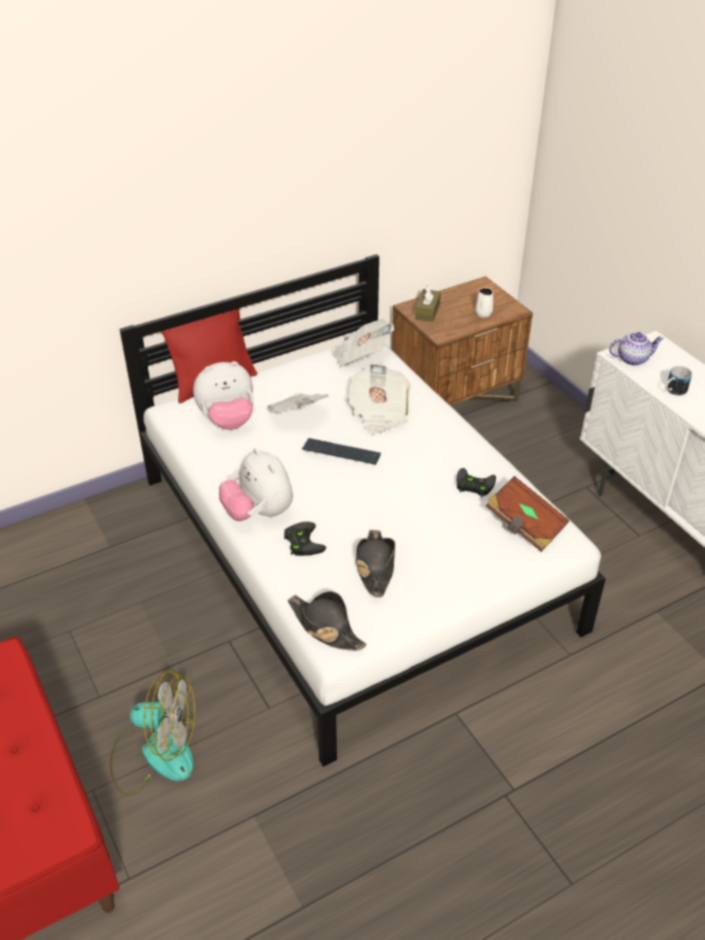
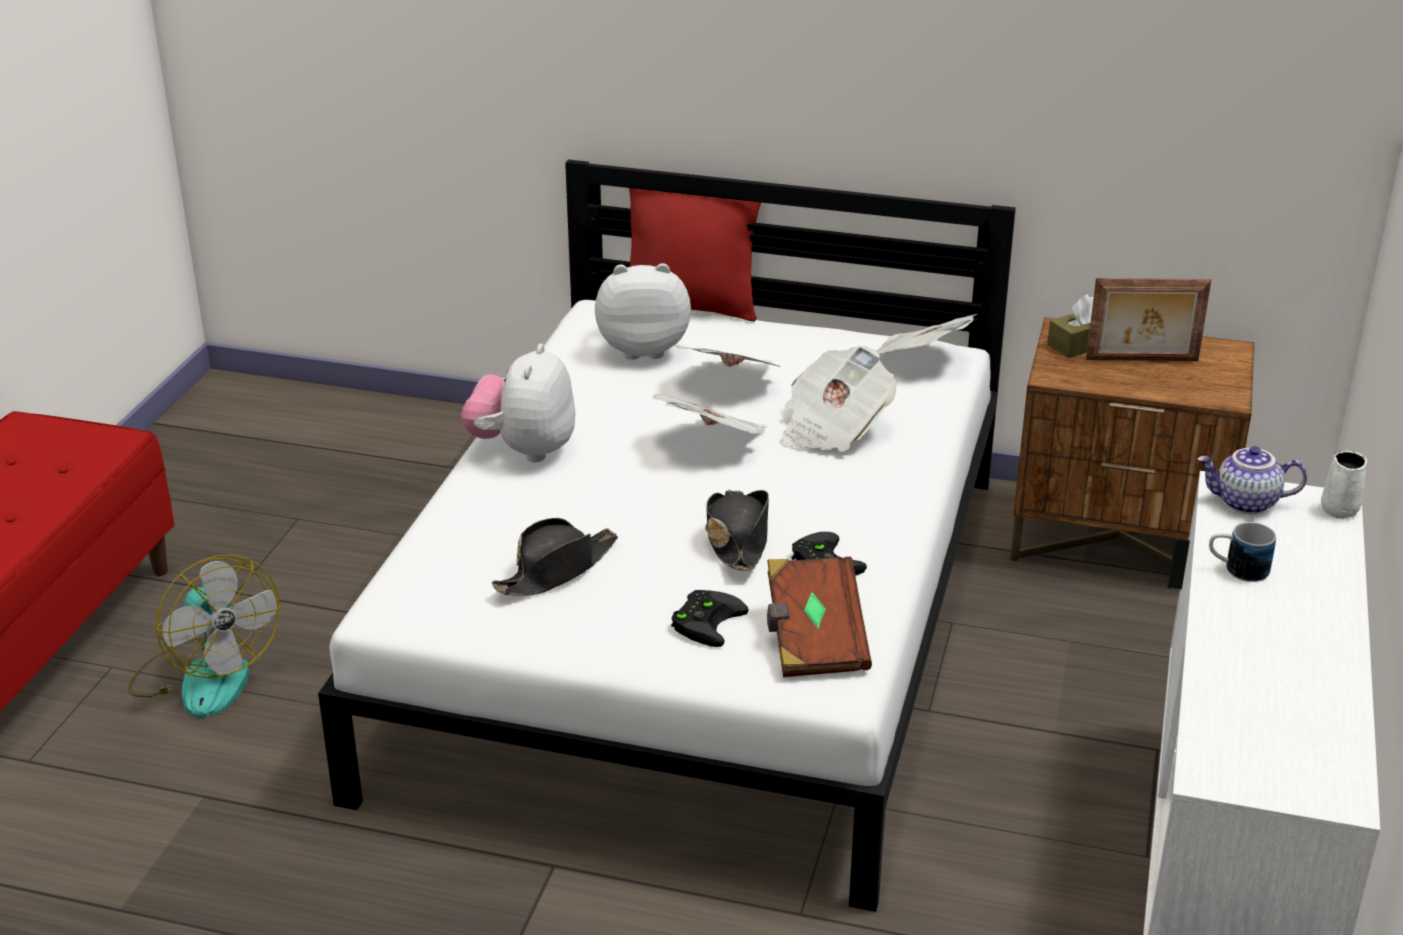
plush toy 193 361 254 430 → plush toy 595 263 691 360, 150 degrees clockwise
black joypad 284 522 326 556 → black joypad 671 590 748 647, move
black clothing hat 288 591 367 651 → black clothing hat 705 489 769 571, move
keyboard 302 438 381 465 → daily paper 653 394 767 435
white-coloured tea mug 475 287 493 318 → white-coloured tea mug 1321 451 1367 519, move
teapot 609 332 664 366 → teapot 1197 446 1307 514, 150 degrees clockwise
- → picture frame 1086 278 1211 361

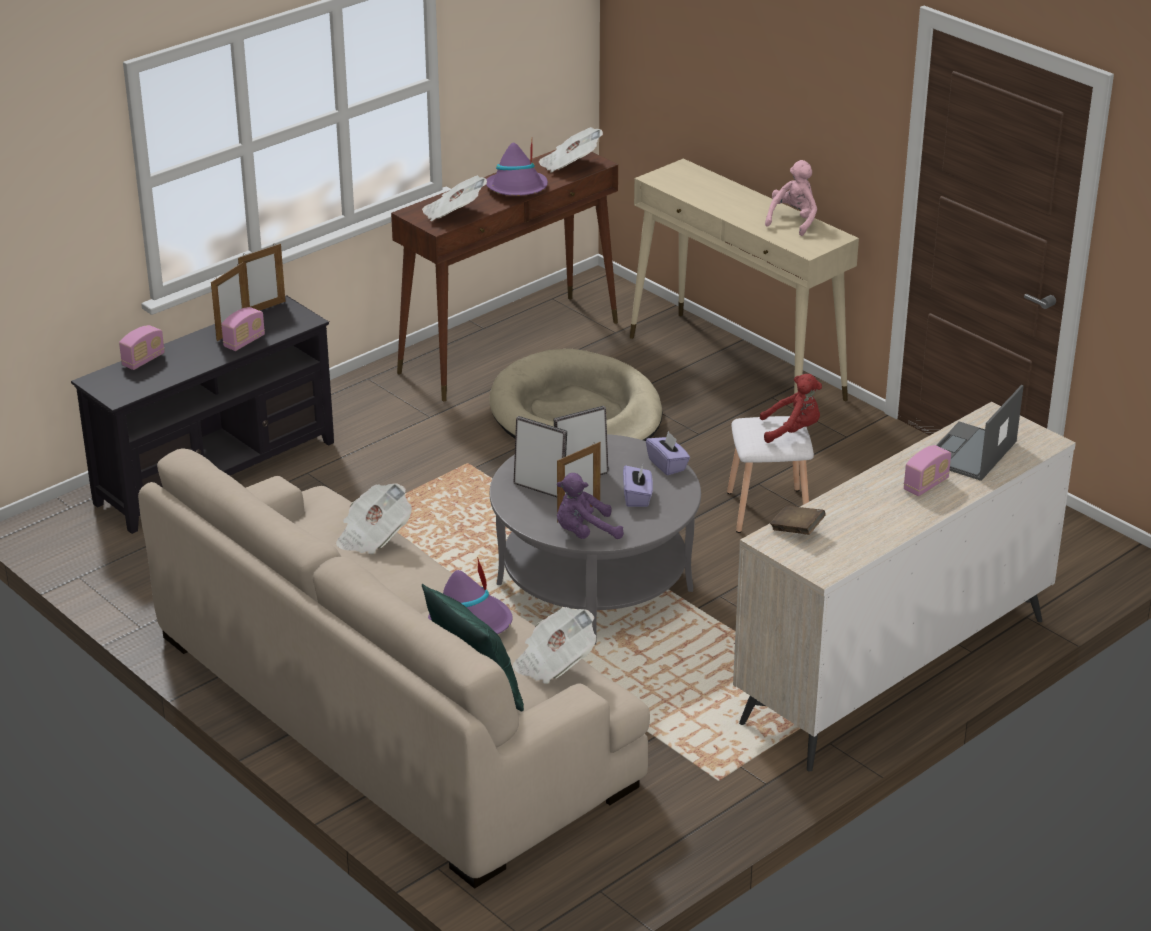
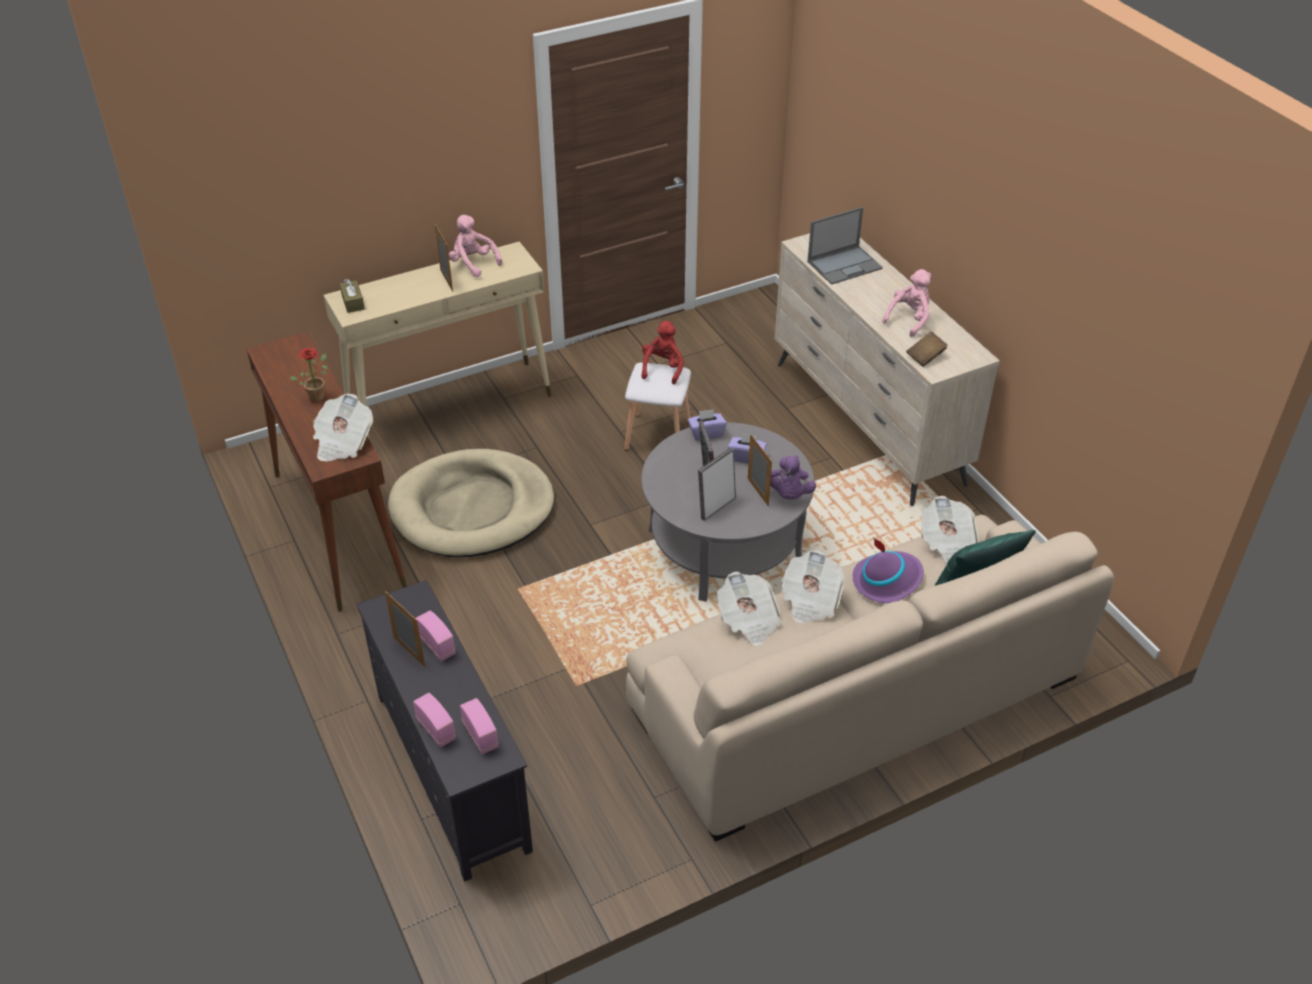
picture frame 238 243 286 311 → picture frame 435 224 453 292, move
purple clothing hat 486 141 548 196 → houseplant 290 348 328 402
daily paper 539 127 603 173 → daily paper 781 550 846 623, move
radio 904 445 951 496 → radio 460 698 498 755, move
laptop 937 385 1024 481 → laptop 807 207 883 285, 75 degrees counterclockwise
- → brownish tissue holder 340 279 365 313
- → pink plush toy 882 269 931 337

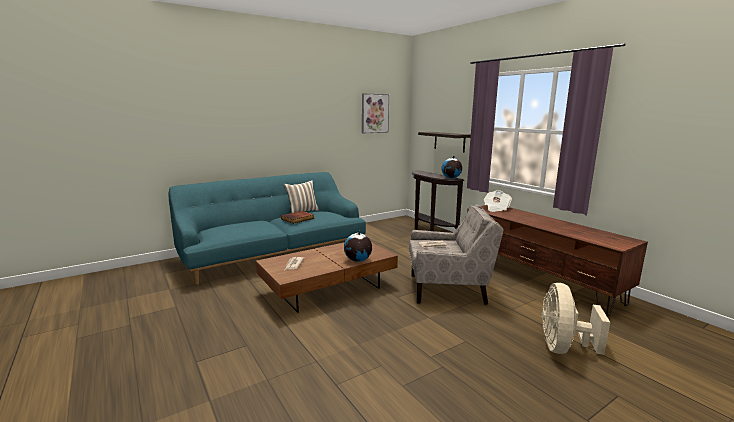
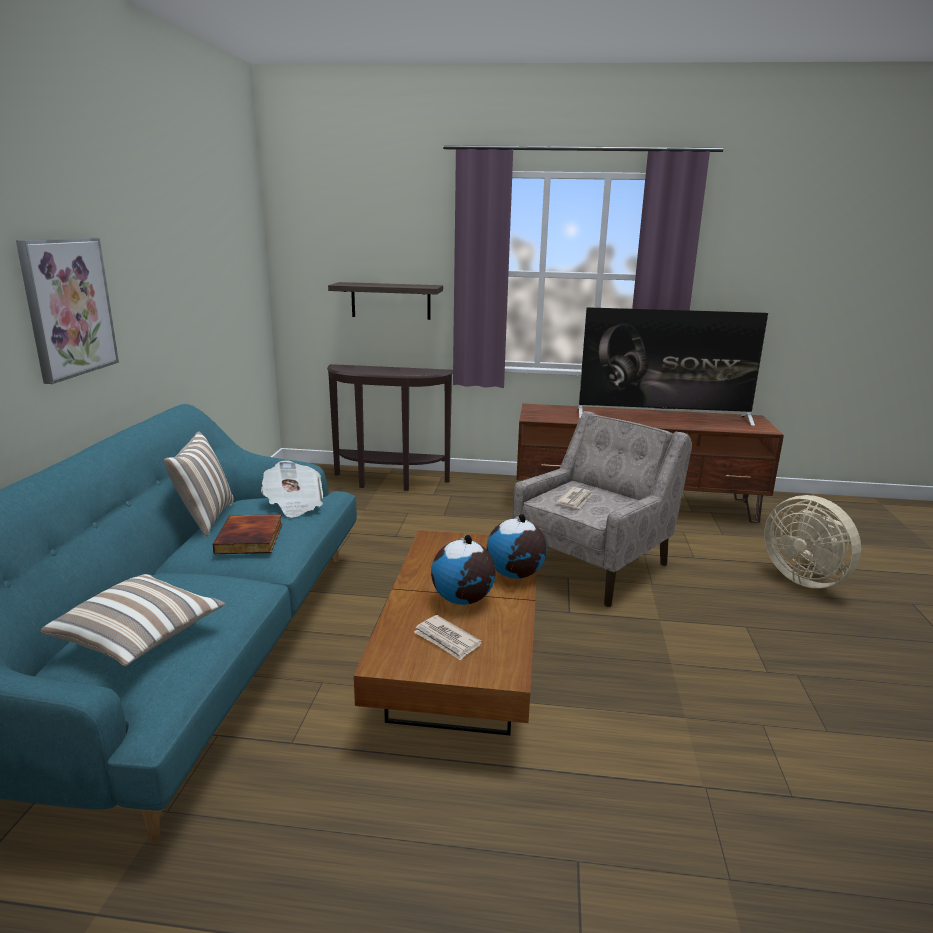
wall picture 362 93 389 133 → wall picture 16 238 119 384, move
world globe 441 155 462 178 → world globe 431 534 496 605, move
daily paper 483 190 512 212 → daily paper 261 461 323 518, move
- → throw pillow 40 574 225 666
- → TV 577 307 768 426

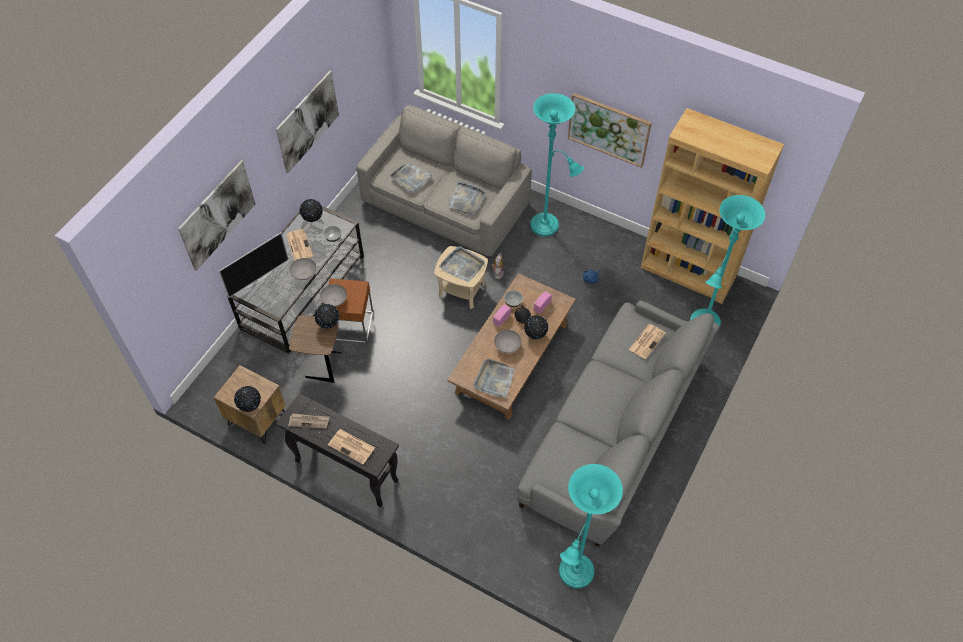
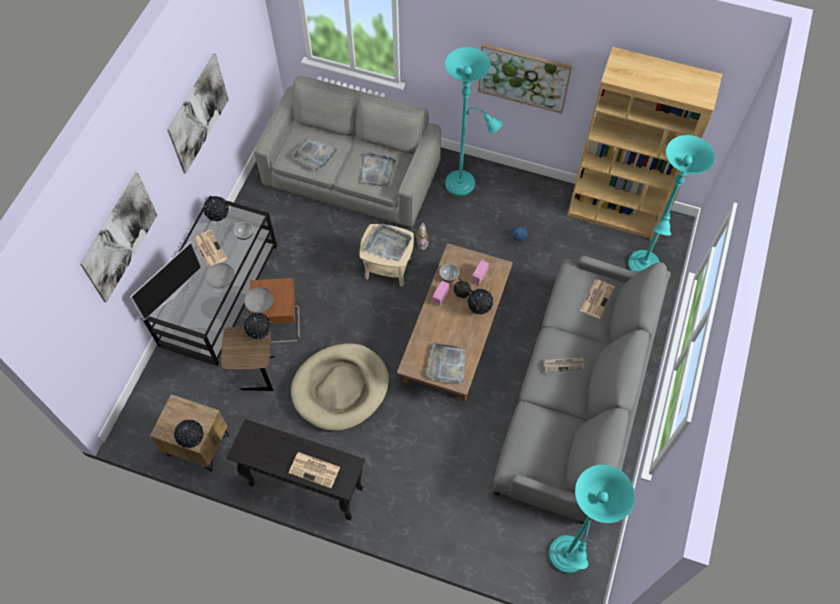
daily paper 288 413 329 429 → daily paper 544 357 584 373, move
gray bowl 494 330 521 353 → -
- → sand-coloured dog cushion 291 343 389 431

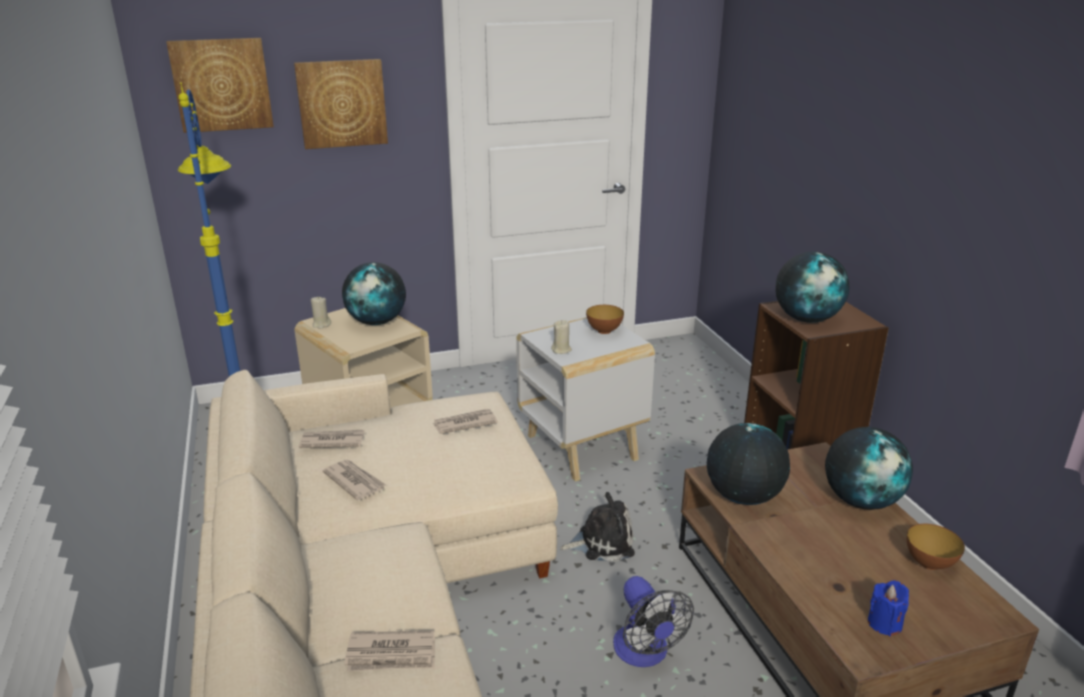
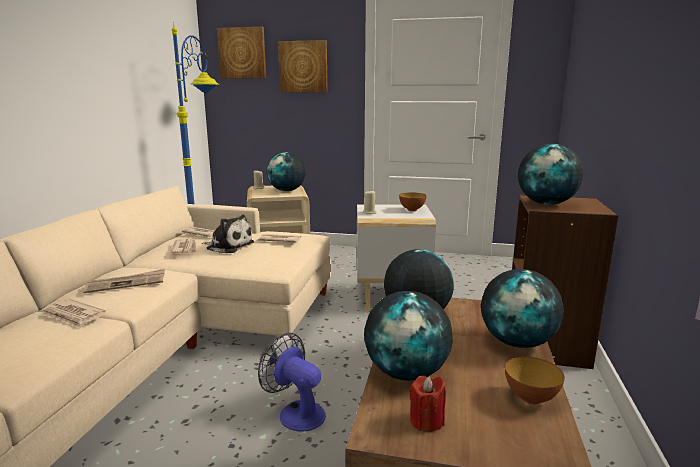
plush toy 560 492 635 562 → plush toy 201 215 254 253, move
electric fan 613 576 694 667 → electric fan 258 333 326 431, 120 degrees clockwise
blue-coloured wax light 868 581 909 637 → reddish wax light 409 376 446 432
- → daily paper 83 269 165 293
- → world globe 364 291 452 381

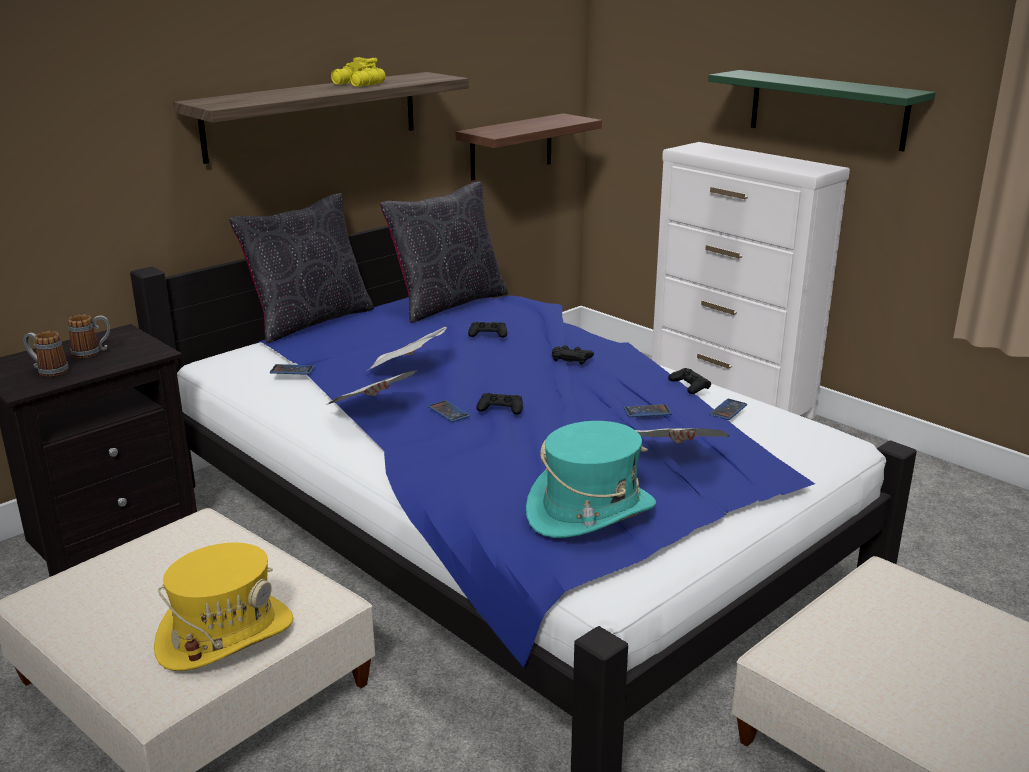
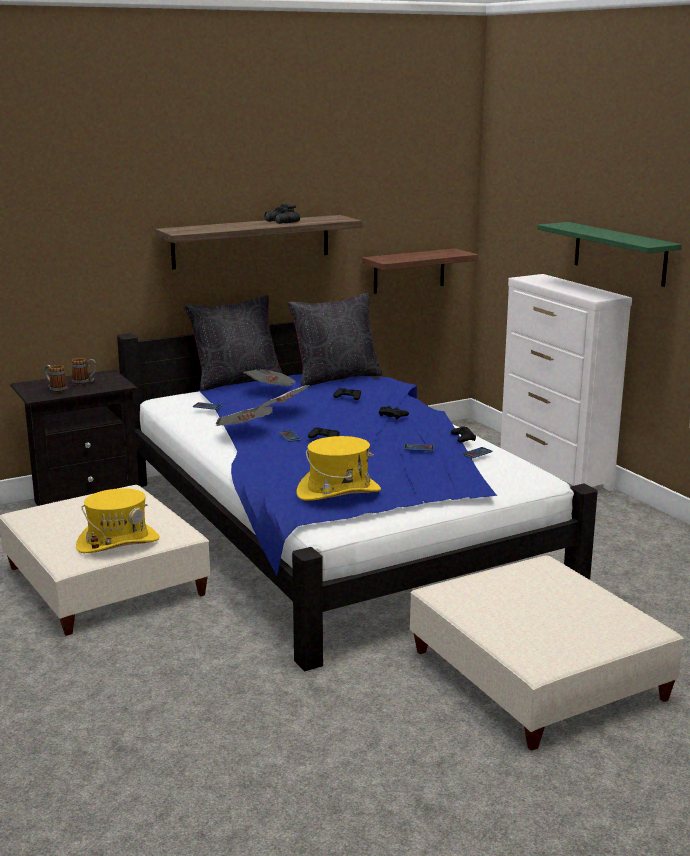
yellowish pair of binoculars 331 57 386 87 → black pair of binoculars 265 204 300 224
turquoise-coloured clothing hat 526 421 656 538 → yellowish clothing hat 296 436 381 501
daily paper 635 428 730 444 → daily paper 243 370 296 386, move

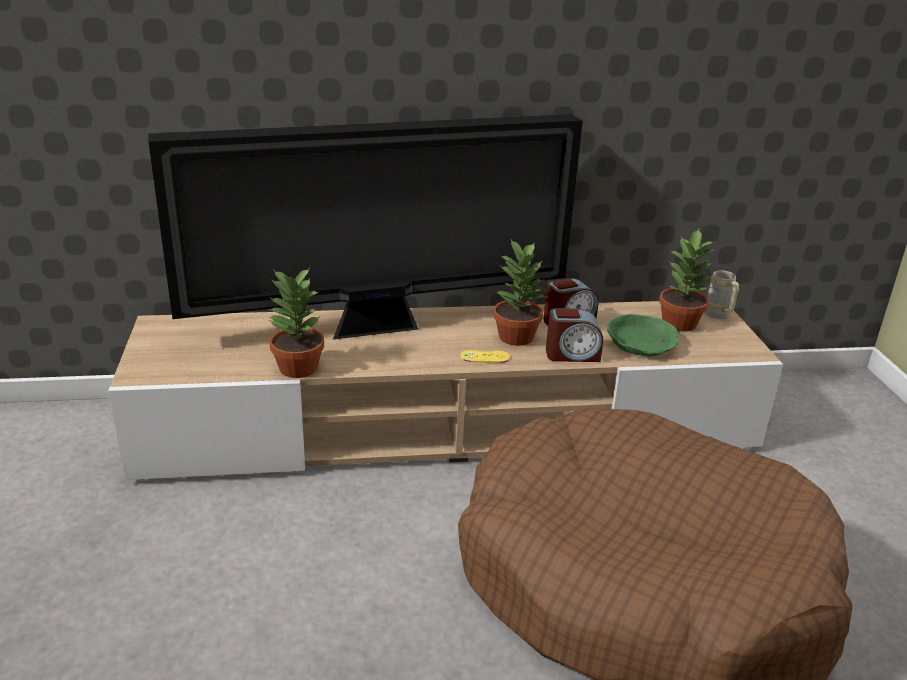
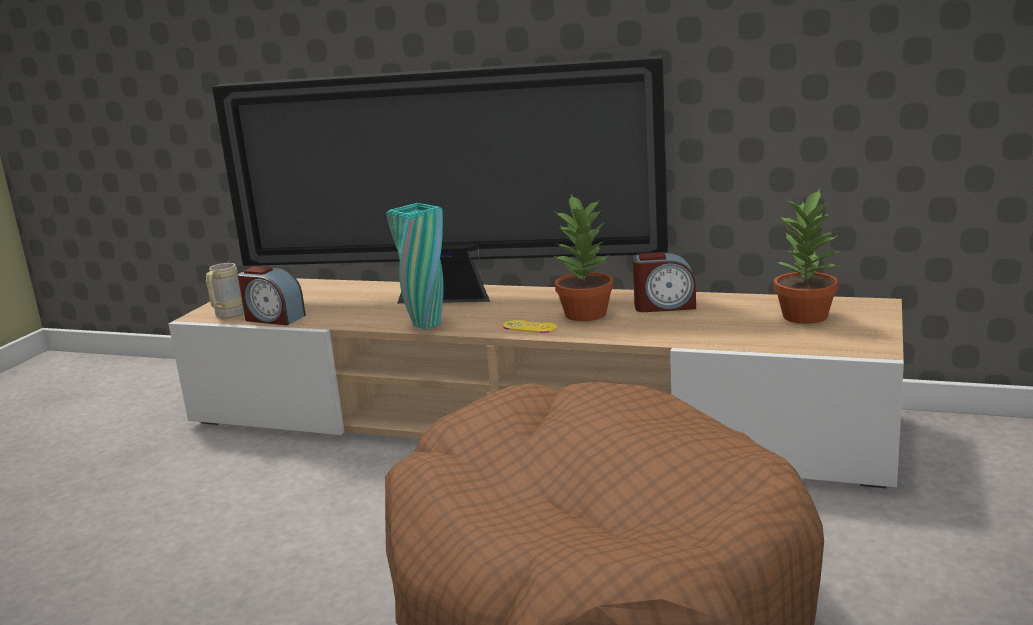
houseplant 267 268 324 378 → -
bedside clock 546 308 603 362 → bedside clock 238 266 306 325, move
greenish bowl 606 314 679 356 → -
sand-coloured tea mug 704 270 739 319 → sand-coloured tea mug 206 263 244 318, move
- → turquoise-coloured flower vase 386 203 443 330

